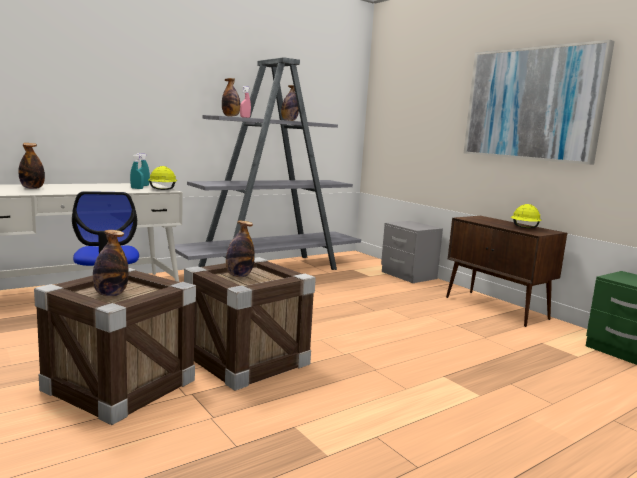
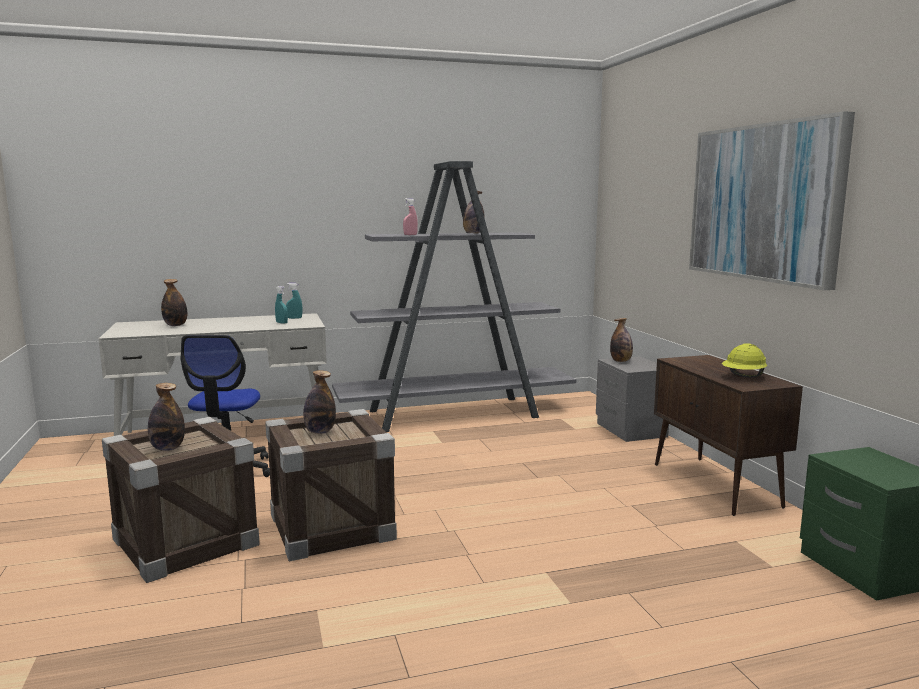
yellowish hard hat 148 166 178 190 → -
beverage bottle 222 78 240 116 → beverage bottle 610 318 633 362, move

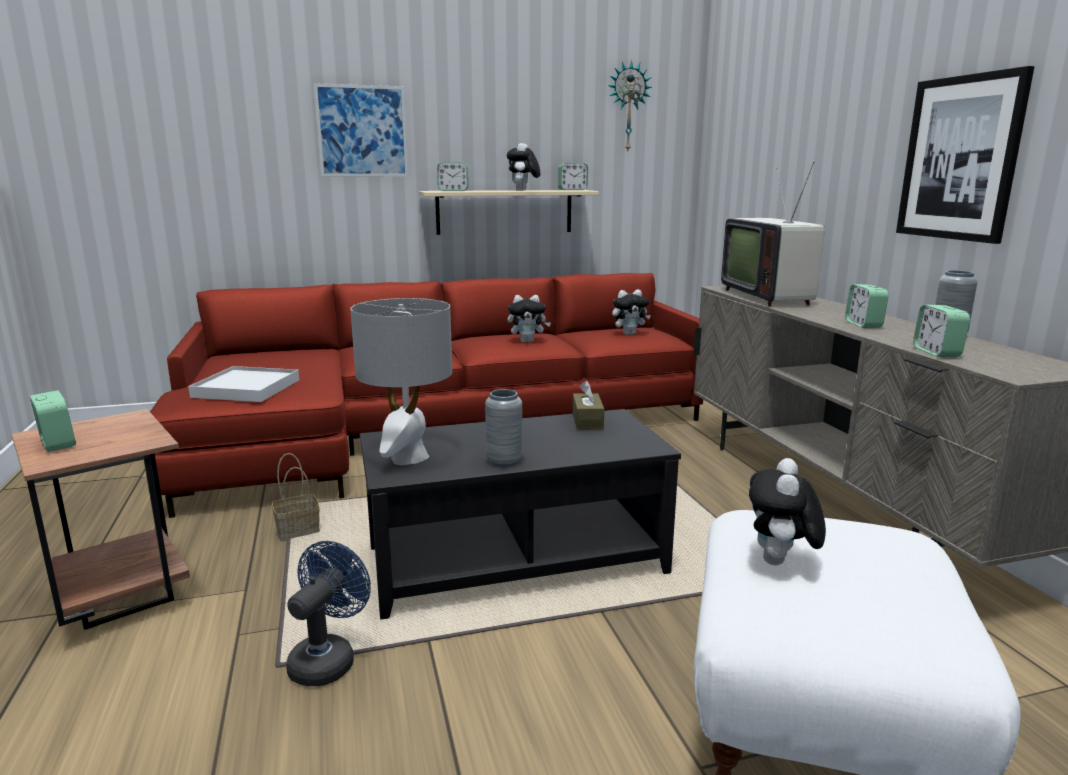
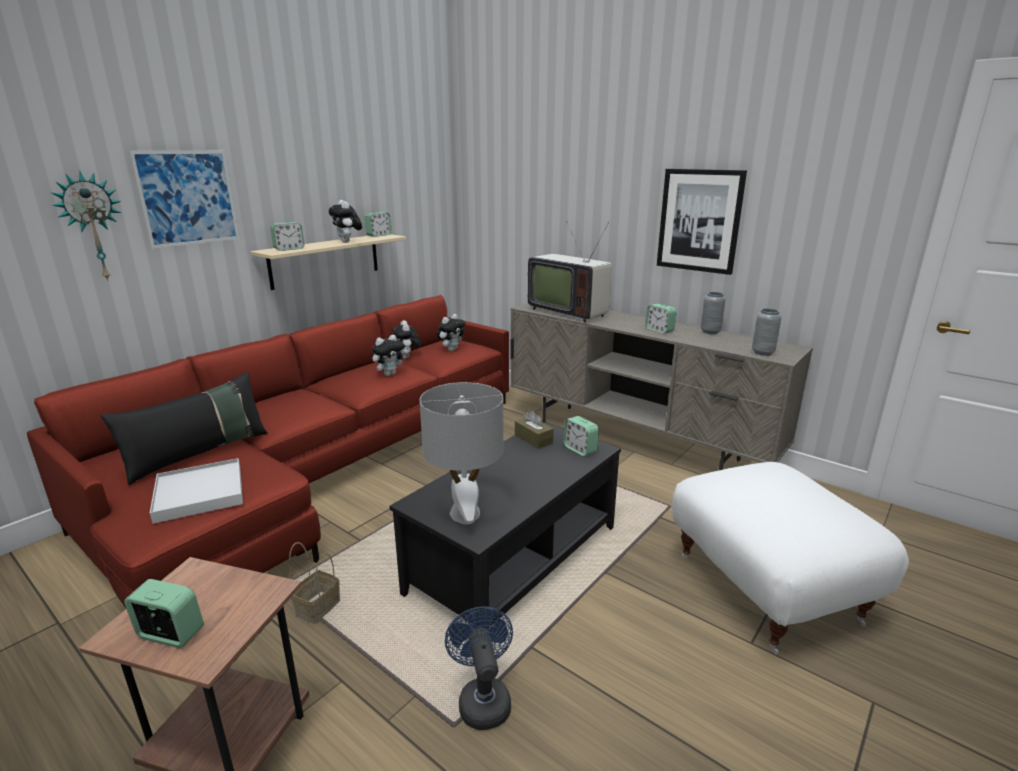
gray flower vase 485 389 522 466 → gray flower vase 752 308 781 356, move
clock on the wall 608 60 652 151 → clock on the wall 51 172 121 281, move
plush toy 749 458 826 565 → plush toy 392 320 421 358, move
bedside clock 913 305 970 357 → bedside clock 563 416 599 456, move
- → black throw pillow 100 372 268 485

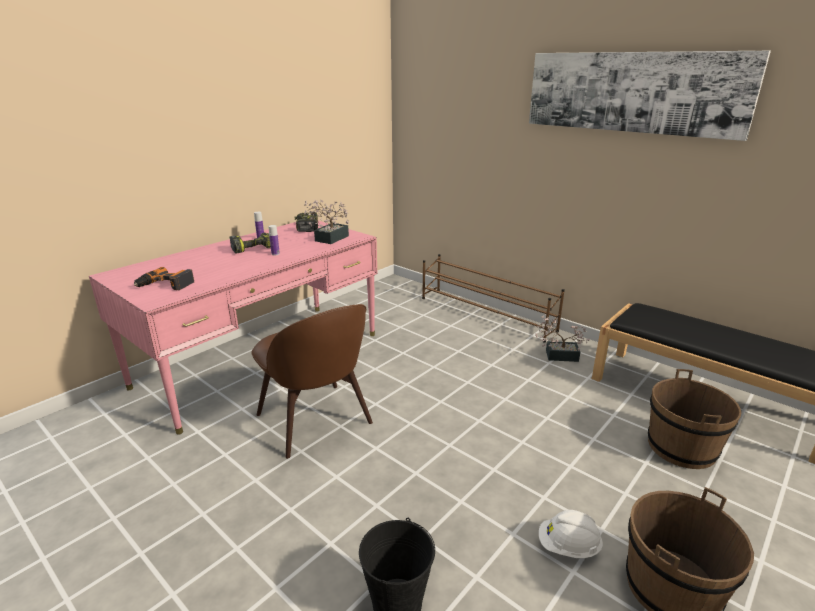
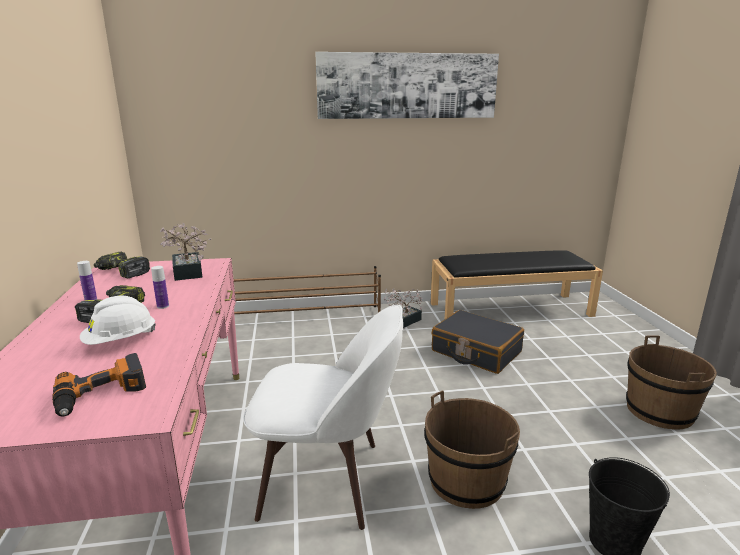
brownish upright chair 251 304 373 459 → white-coloured upright chair 243 305 403 530
white-coloured hard hat 539 510 603 558 → white-coloured hard hat 80 296 156 345, move
brownish water bucket 648 369 741 469 → brownish water bucket 424 390 520 509, move
- → black piece of luggage 432 310 524 374

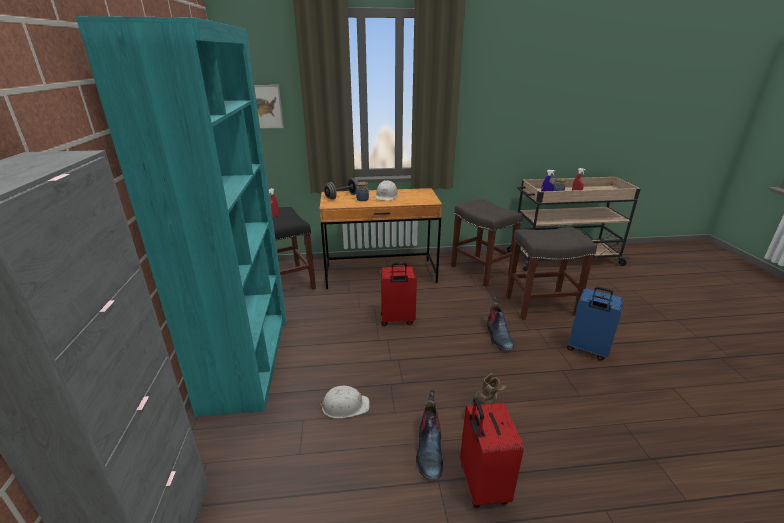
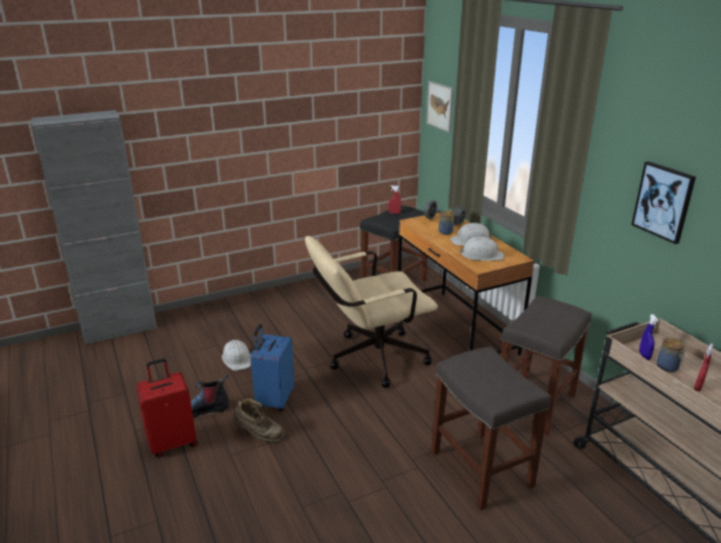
turquoise-coloured bookshelf 75 16 287 417 → -
reddish piece of luggage 381 262 417 326 → sand-coloured computer chair 305 236 438 388
boot 487 295 514 351 → -
blue-coloured piece of luggage 567 287 624 360 → blue-coloured piece of luggage 250 324 294 412, move
- → white-coloured hard hat 459 236 504 261
- → wall picture 631 161 696 244

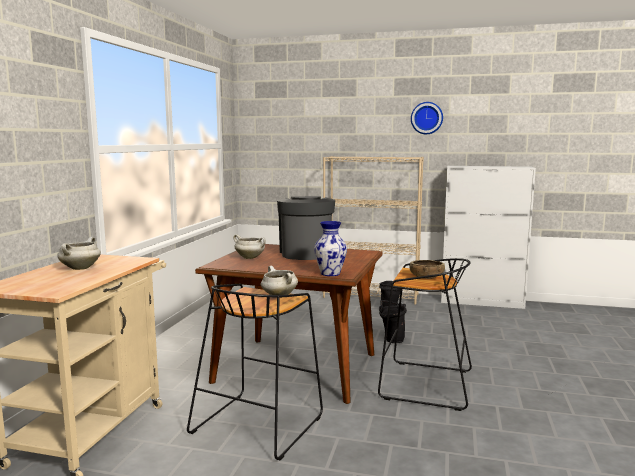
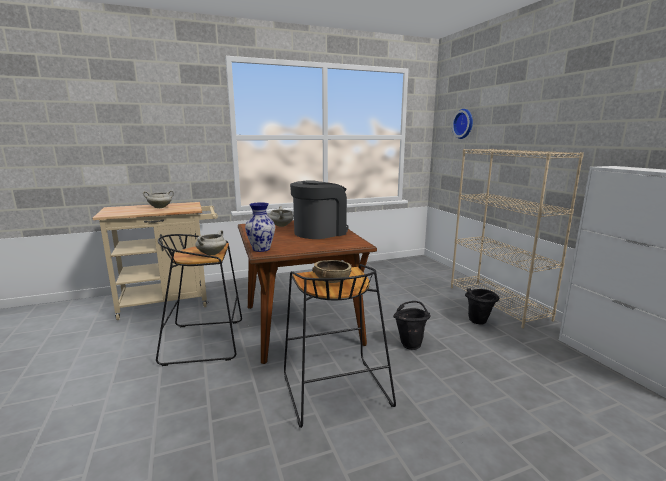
clock on the wall 411 102 443 134 → clock on the wall 452 109 473 139, move

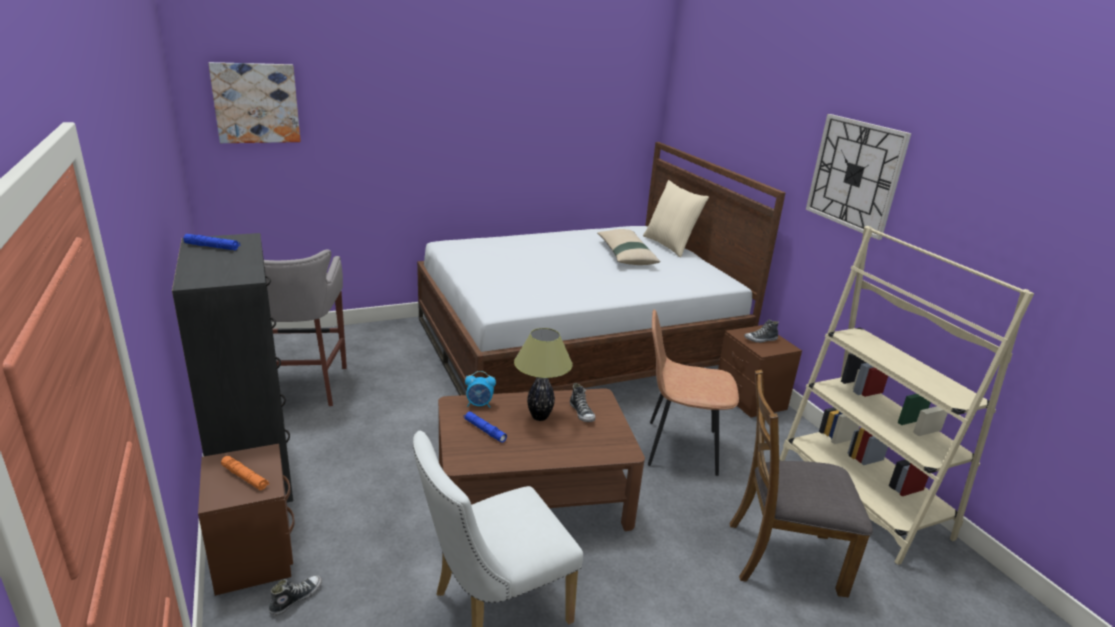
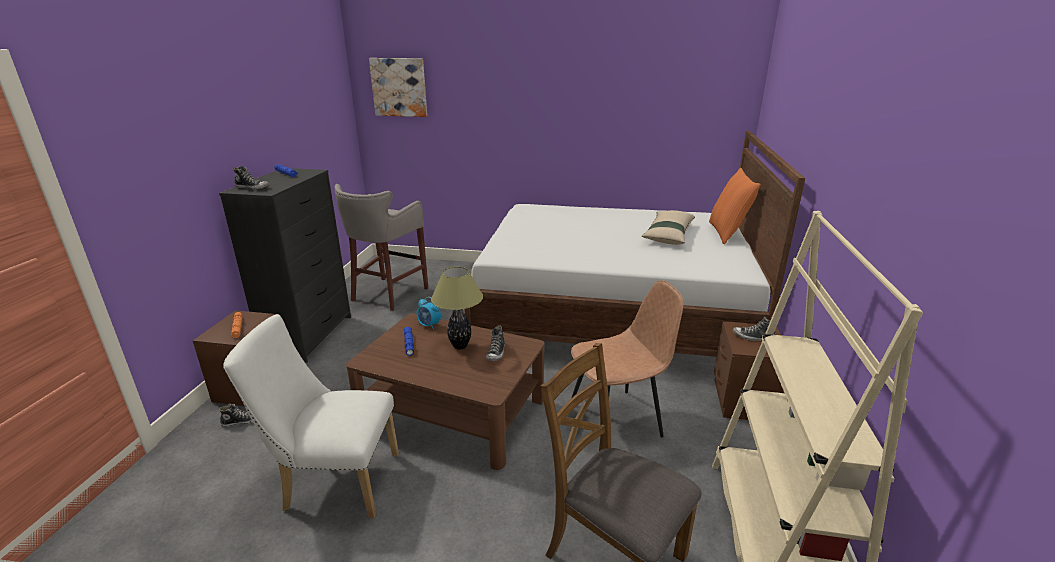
sand-coloured throw pillow 643 180 709 258 → orange throw pillow 709 168 761 244
brownish upright chair 648 309 739 476 → brownish upright chair 571 280 683 451, 120 degrees clockwise
clock on the wall 806 114 912 240 → -
- → item of footwear 233 165 269 190

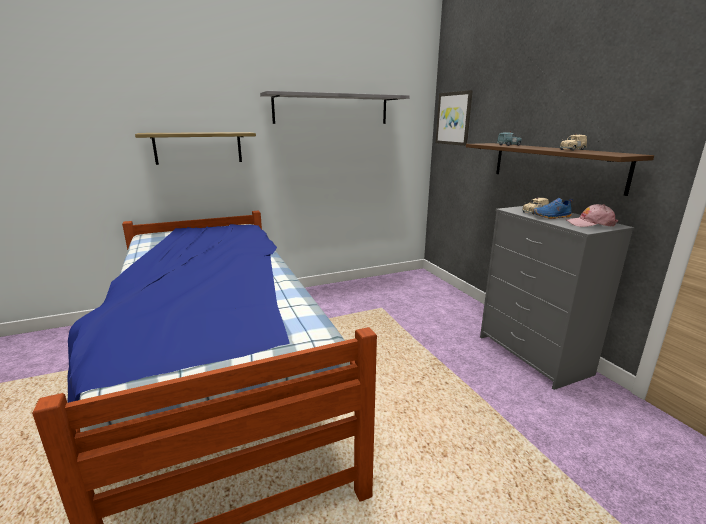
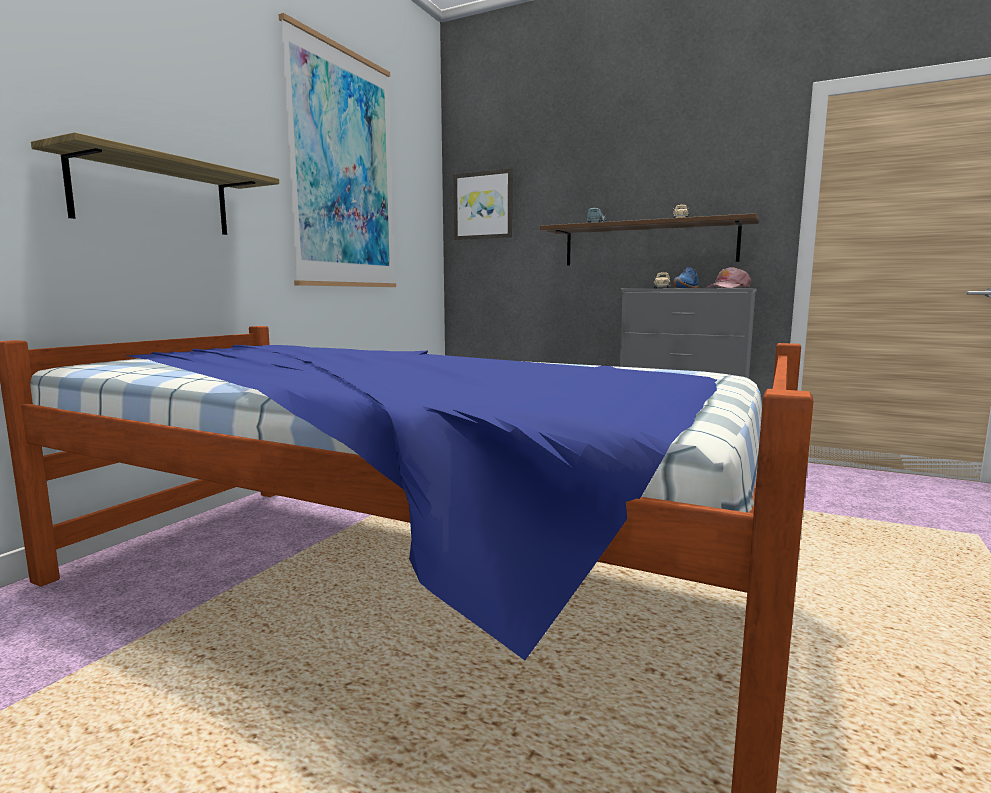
gray wall shelf 260 91 410 124 → wall picture 279 13 396 287

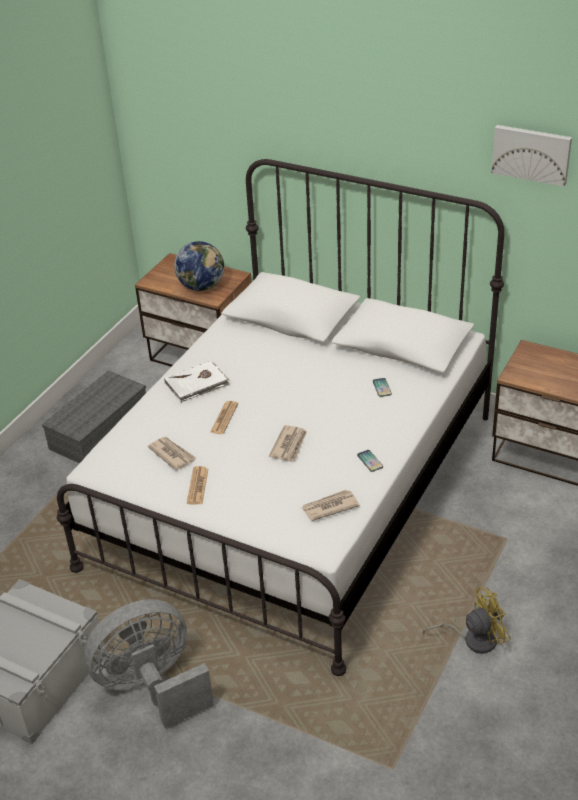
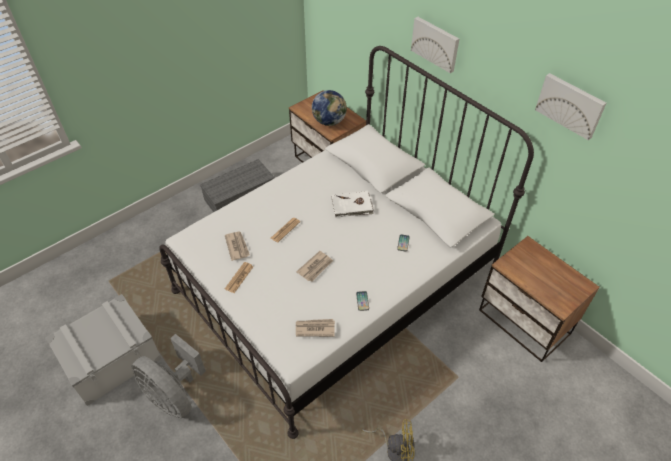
gray electric fan 84 599 214 728 → gray electric fan 131 334 206 419, 135 degrees counterclockwise
white-coloured book 164 360 229 403 → white-coloured book 331 191 374 217, move
- → wall picture 411 17 459 73

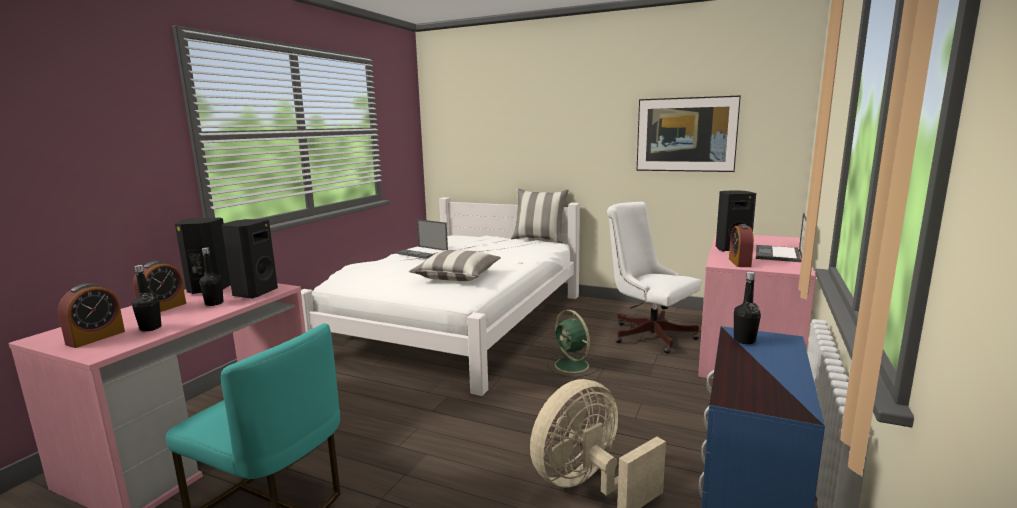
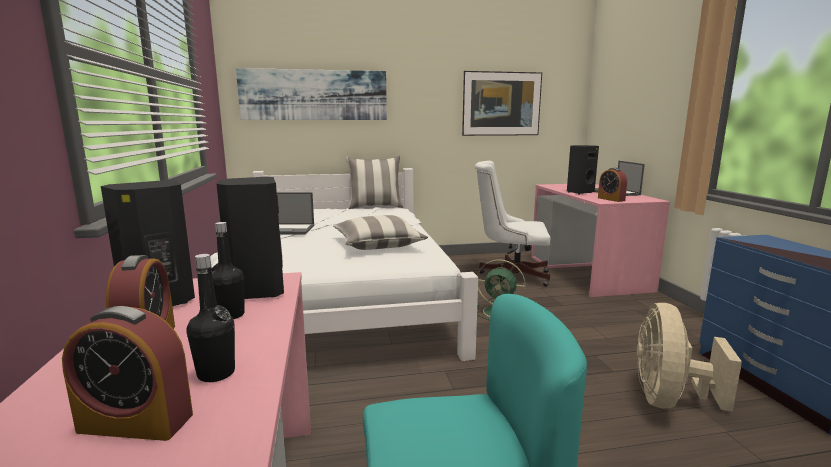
bedside clock 58 283 125 348 → bedside clock 62 306 193 441, 105 degrees clockwise
black beverage bottle 734 272 761 344 → -
- → wall picture 236 68 387 120

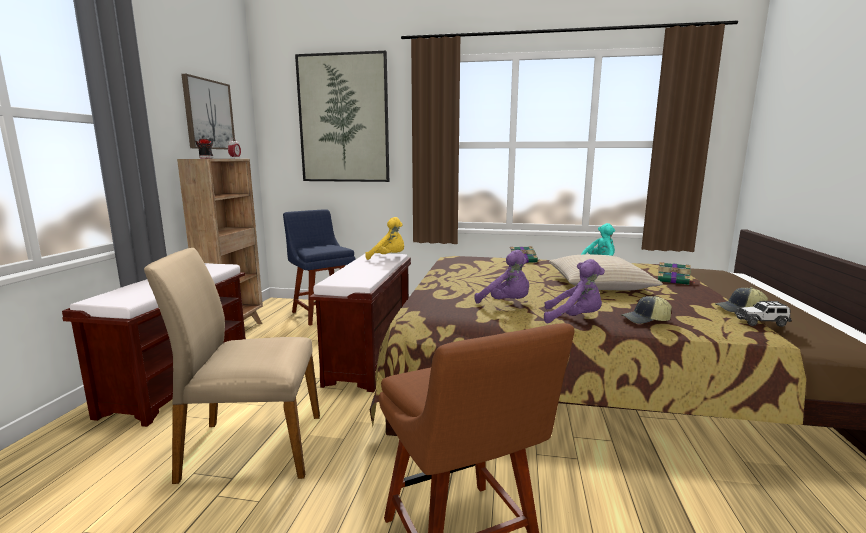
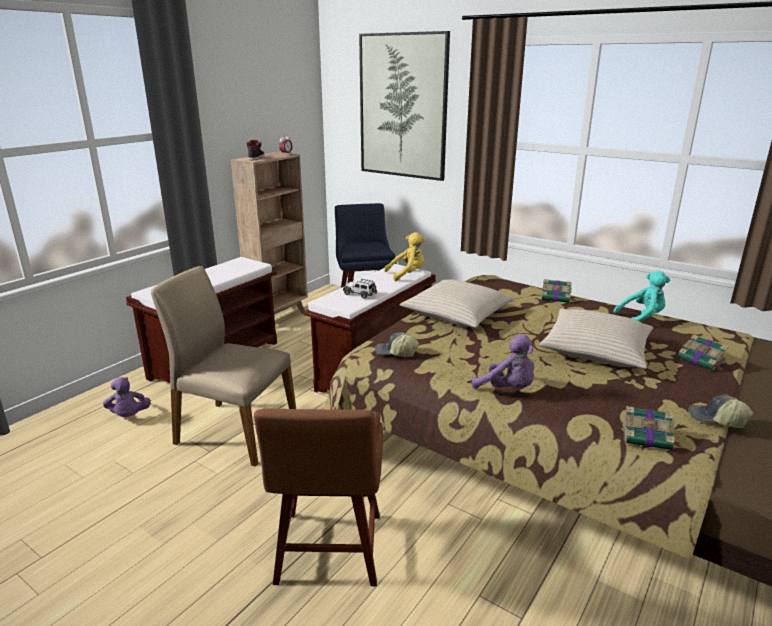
wall picture 181 74 235 149 → -
yellowish plush toy 365 217 404 260 → yellowish plush toy 384 232 425 281, 60 degrees counterclockwise
purple plush toy 475 250 529 303 → purple plush toy 103 377 151 417, move
cap 621 296 672 324 → cap 375 332 419 357, move
miniature car 735 301 792 327 → miniature car 343 279 377 299, move
- → sand-coloured throw pillow 400 279 514 328
- → book 622 406 682 450

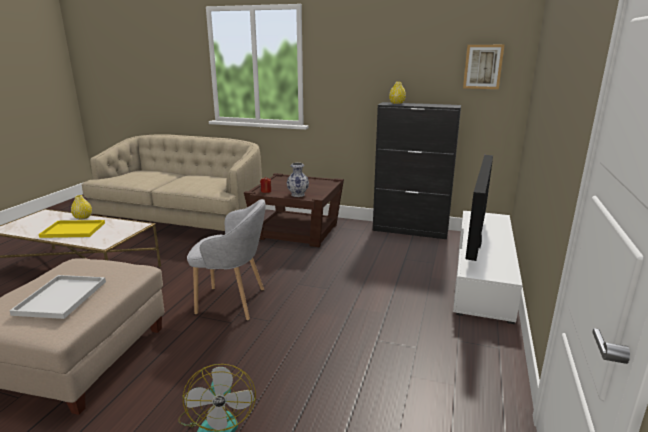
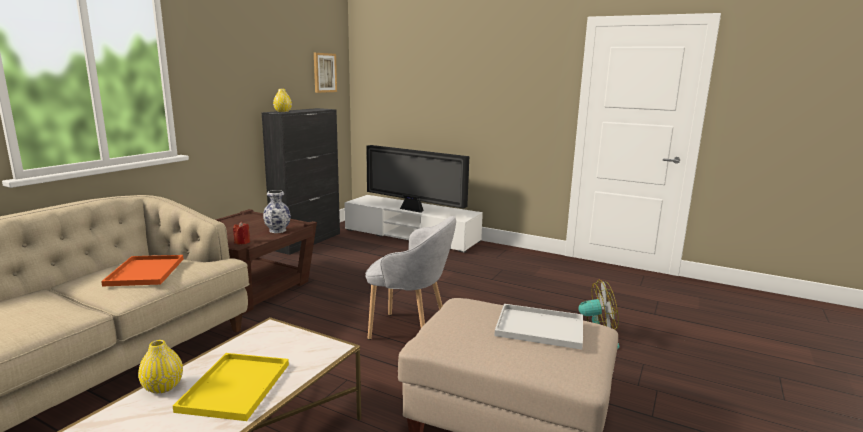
gray easy chair 187 199 266 321 → gray easy chair 365 216 456 340, 90 degrees clockwise
- → orange serving tray 101 255 184 286

